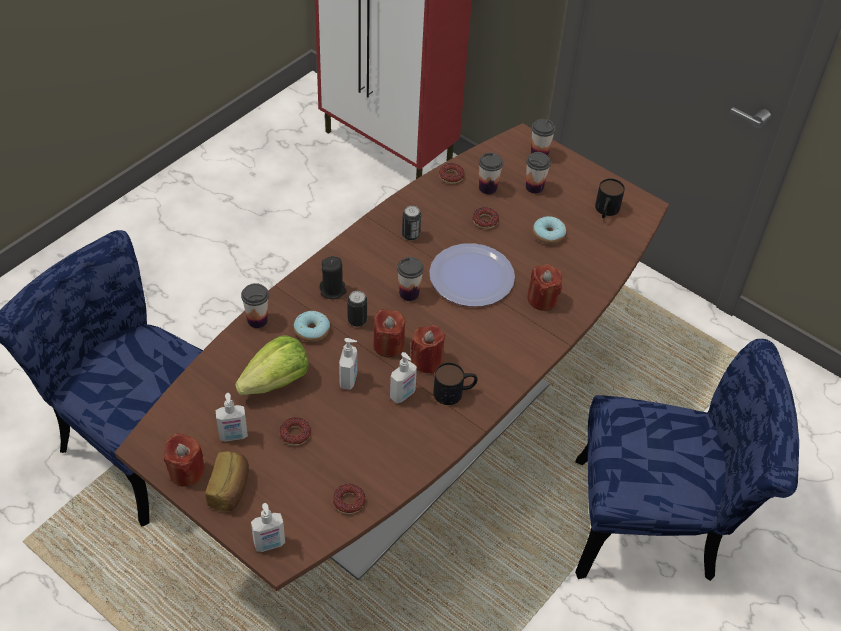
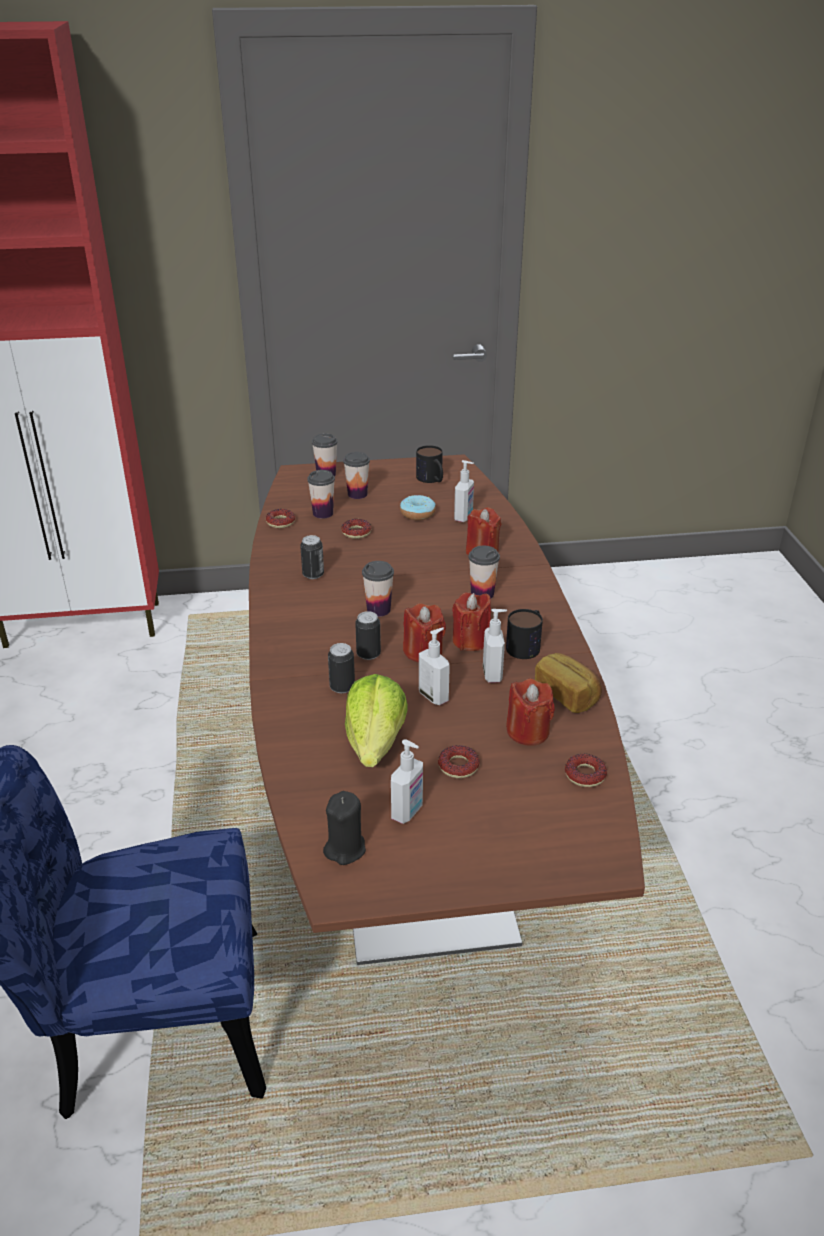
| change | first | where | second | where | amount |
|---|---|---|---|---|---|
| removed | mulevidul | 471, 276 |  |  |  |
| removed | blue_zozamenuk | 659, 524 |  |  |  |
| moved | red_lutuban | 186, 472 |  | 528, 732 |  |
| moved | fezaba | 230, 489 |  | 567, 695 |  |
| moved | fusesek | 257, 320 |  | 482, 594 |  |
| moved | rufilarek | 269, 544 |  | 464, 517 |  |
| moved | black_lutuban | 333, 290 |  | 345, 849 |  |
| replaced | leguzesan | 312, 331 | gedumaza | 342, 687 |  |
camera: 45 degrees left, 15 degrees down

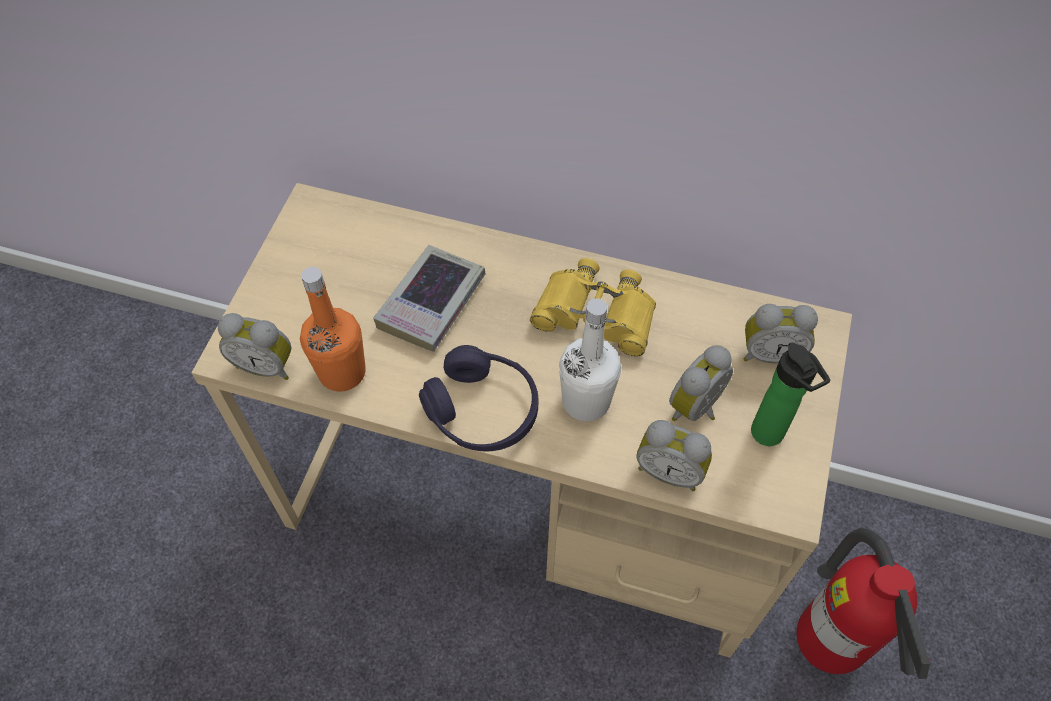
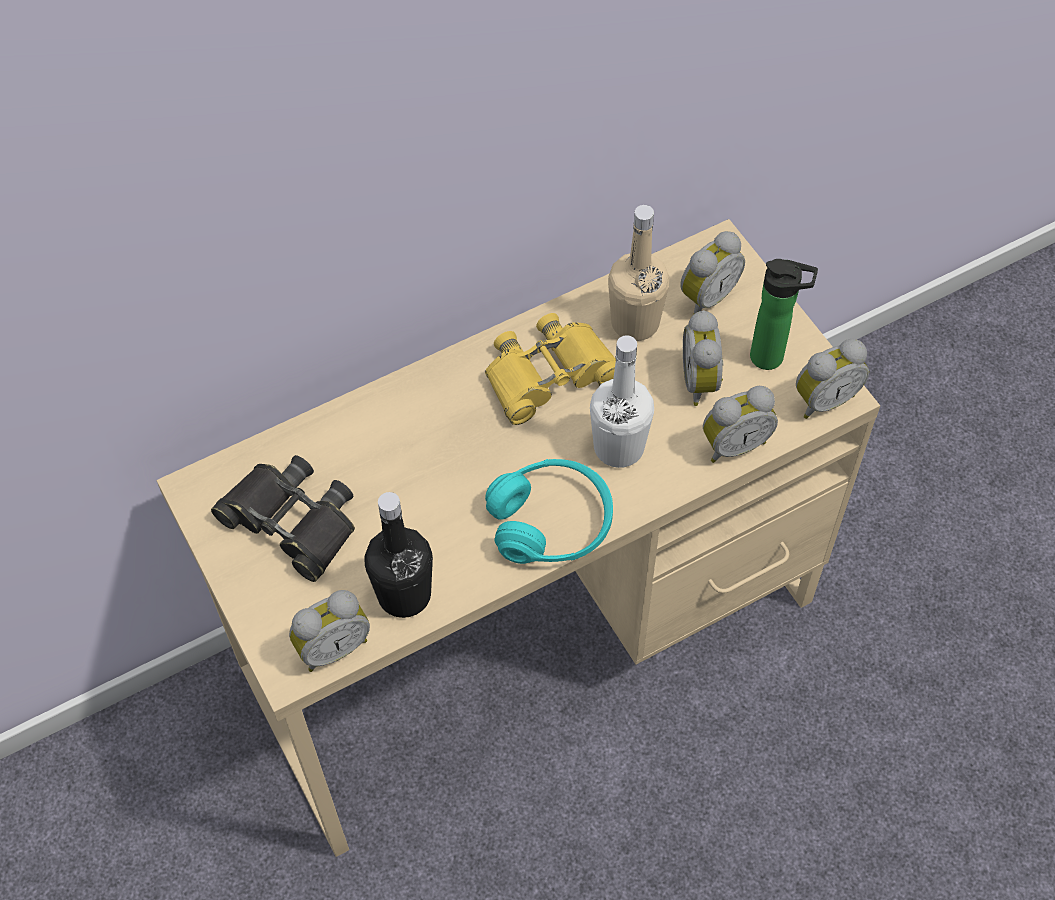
| change | first | where | second | where | amount |
|---|---|---|---|---|---|
| removed | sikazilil | 431, 303 |  |  |  |
| removed | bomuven | 827, 645 |  |  |  |
| added |  |  | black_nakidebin | 291, 522 |  |
| added |  |  | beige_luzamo | 635, 323 |  |
| added |  |  | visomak | 823, 399 |  |
| recoloured | orange_luzamo | 342, 372 | black_luzamo | 404, 595 |  |
| recoloured | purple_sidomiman | 482, 410 | turquoise_sidomiman | 550, 523 |  |
camera: 45 degrees left, 0 degrees up

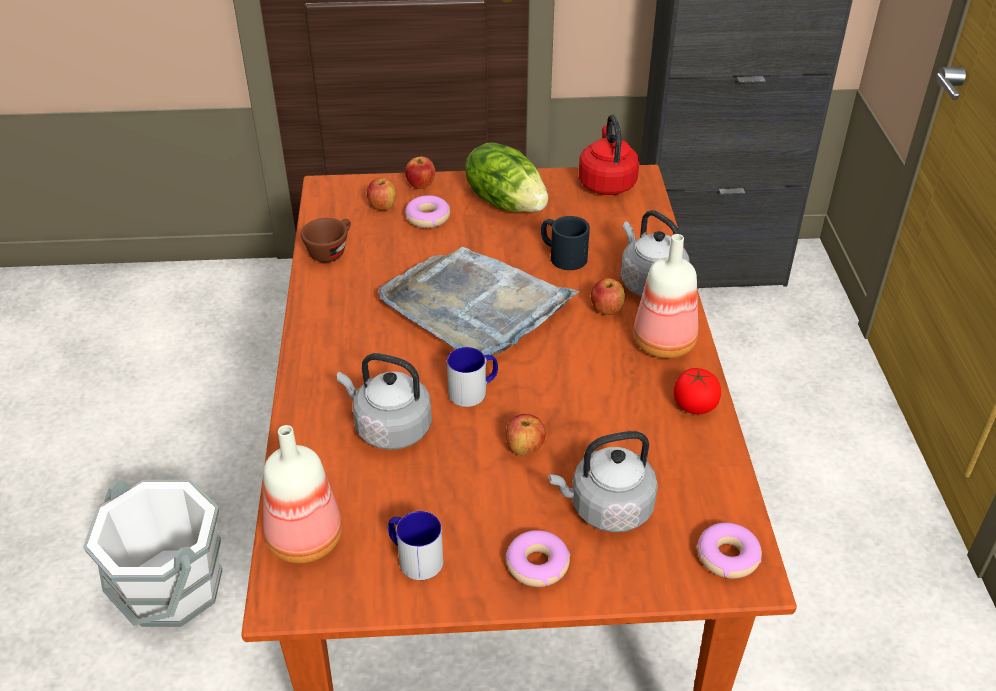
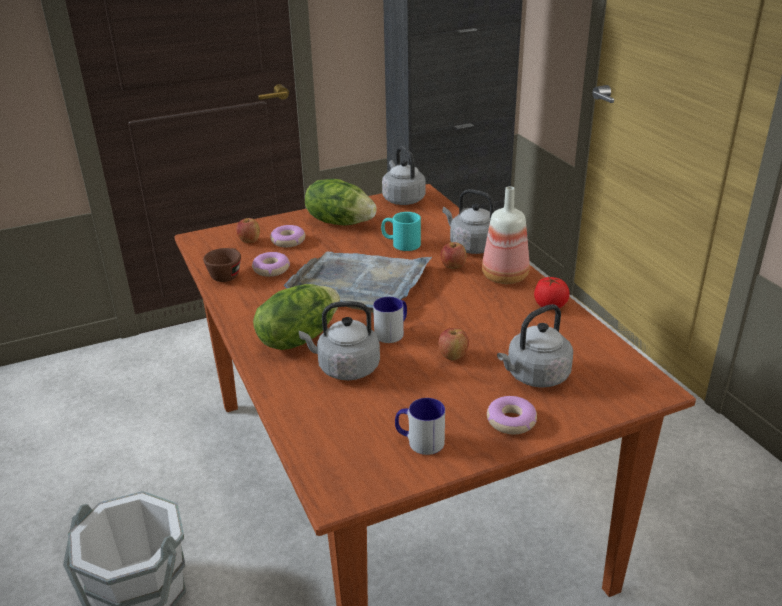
| change | first | where | second | where | amount |
|---|---|---|---|---|---|
| removed | luzamo | 305, 541 |  |  |  |
| removed | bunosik | 421, 185 |  |  |  |
| added |  |  | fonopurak | 298, 337 |  |
| moved | leguzesan | 727, 556 |  | 271, 269 |  |
| recoloured | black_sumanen | 562, 255 | turquoise_sumanen | 400, 243 |  |
| recoloured | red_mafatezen | 606, 182 | grey_mafatezen | 402, 199 |  |
camera: 20 degrees left, 10 degrees down

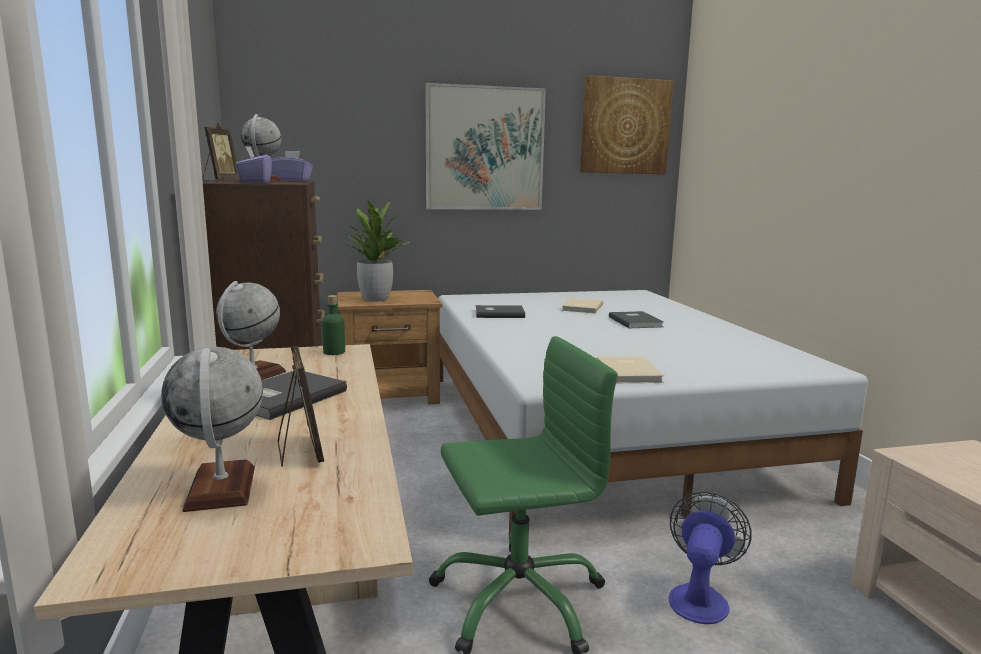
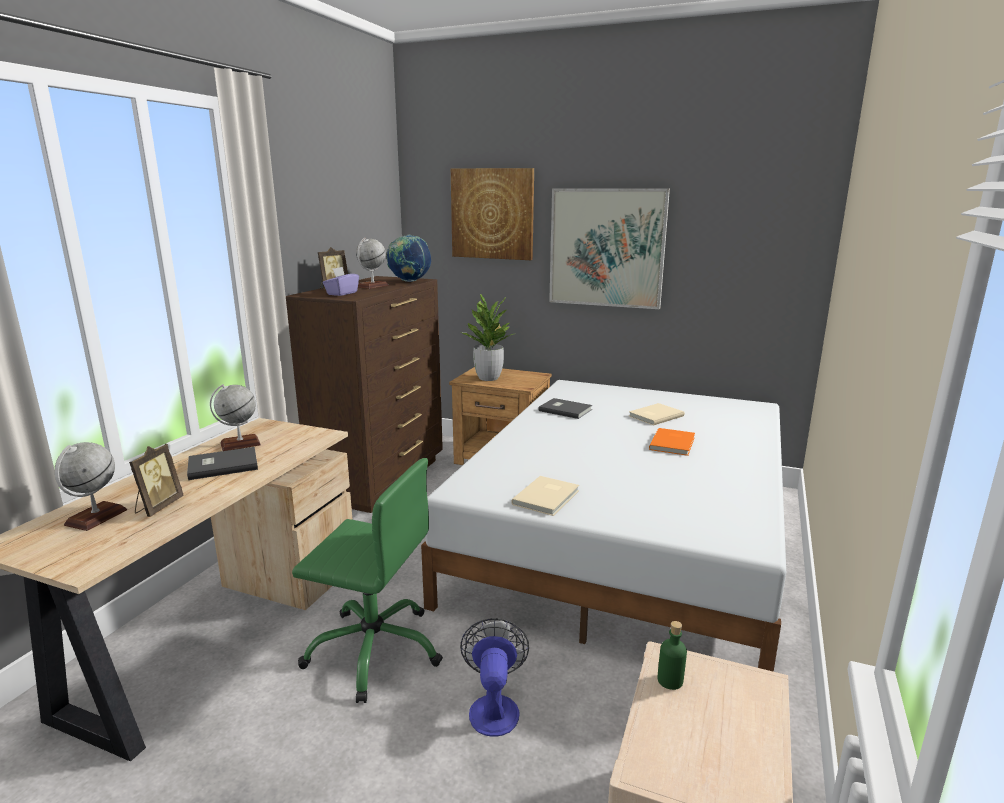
| change | first | where | second | where | amount |
|---|---|---|---|---|---|
| moved | green_luzamo | 334, 352 |  | 670, 680 |  |
| moved | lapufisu | 625, 126 |  | 492, 214 |  |
| replaced | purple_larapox | 292, 180 | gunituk | 409, 281 |  |
| recoloured | grey_sikazilil | 636, 321 | orange_sikazilil | 673, 443 |  |
| turned | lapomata | 699, 597 |  | 494, 707 | 60 degrees counterclockwise |
camera: 35 degrees right, 5 degrees up

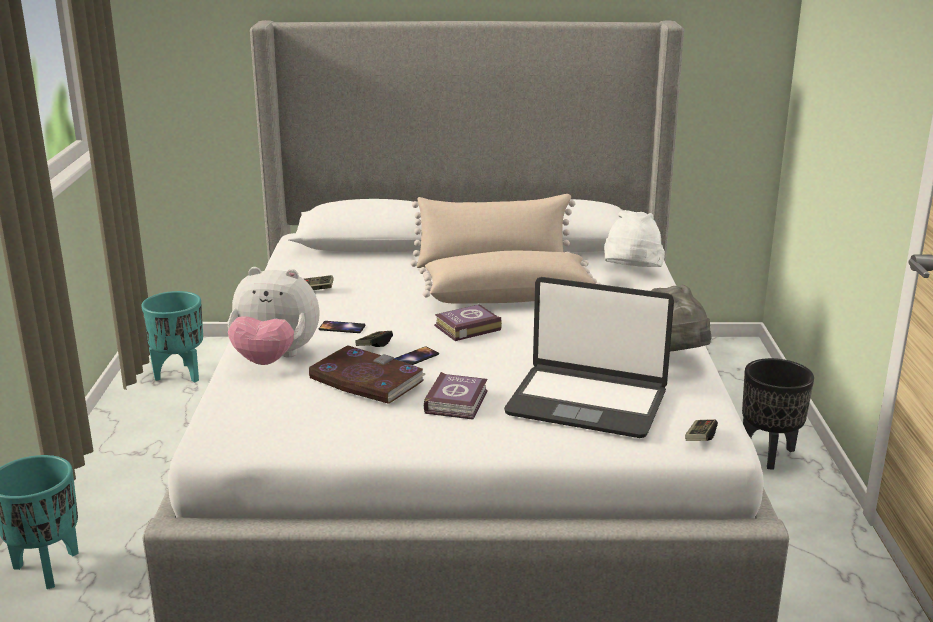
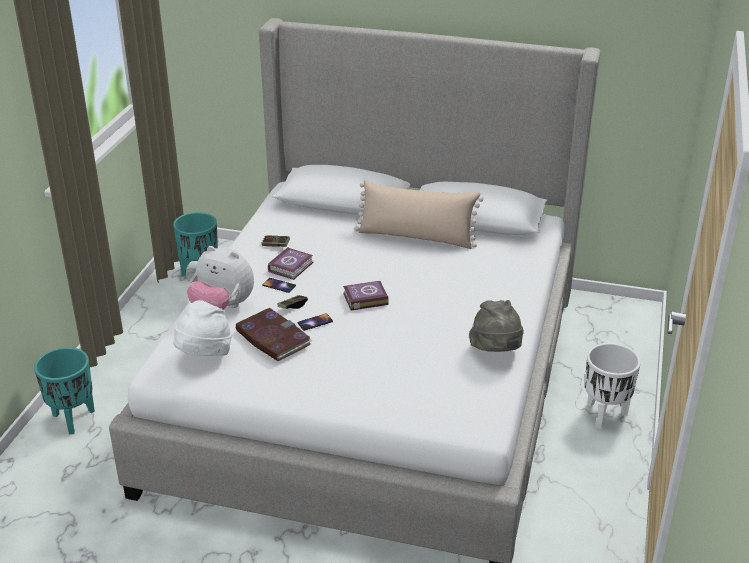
| change | first | where | second | where | amount |
|---|---|---|---|---|---|
| removed | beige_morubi | 508, 297 |  |  |  |
| removed | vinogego | 587, 402 |  |  |  |
| removed | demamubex | 700, 438 |  |  |  |
| moved | sikazilil | 458, 401 |  | 292, 266 |  |
| moved | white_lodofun | 631, 273 |  | 204, 355 |  |
| recoloured | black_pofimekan | 769, 454 | white_pofimekan | 605, 415 |  |
camera: 15 degrees right, 10 degrees up

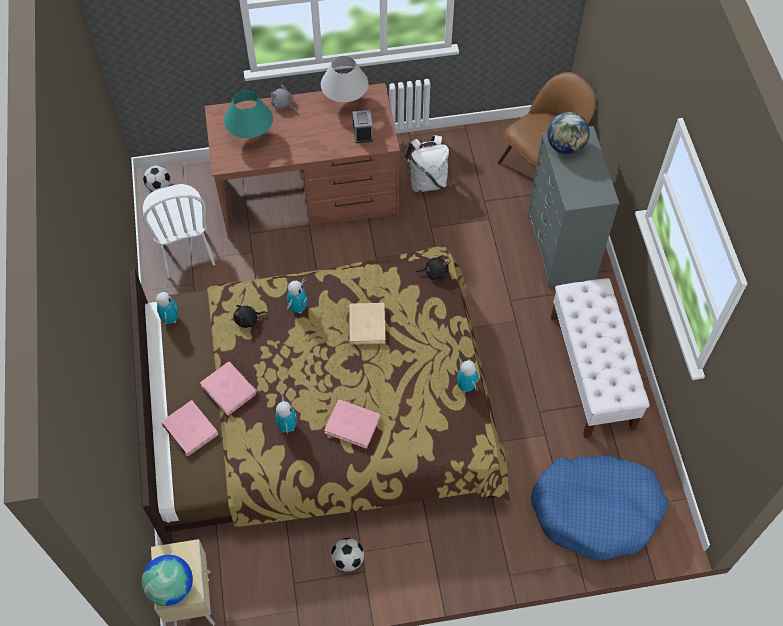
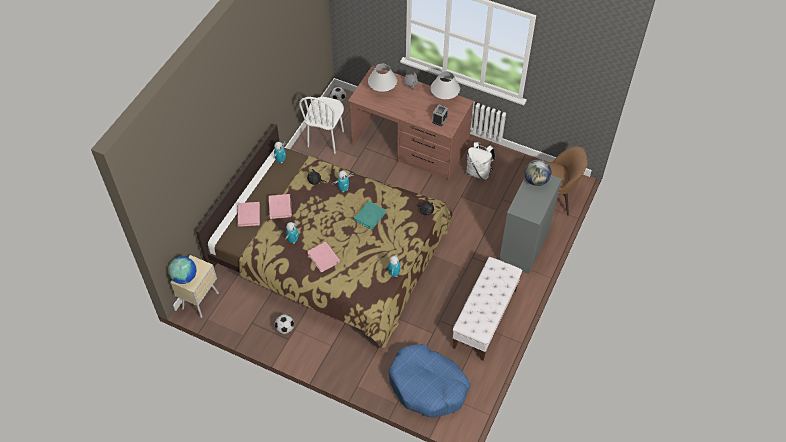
| change | first | where | second | where | amount |
|---|---|---|---|---|---|
| recoloured | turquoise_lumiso | 251, 136 | white_lumiso | 382, 91 |  |
| recoloured | beige_sikazilil | 366, 325 | turquoise_sikazilil | 369, 216 |  |
camera: 35 degrees right, 5 degrees down

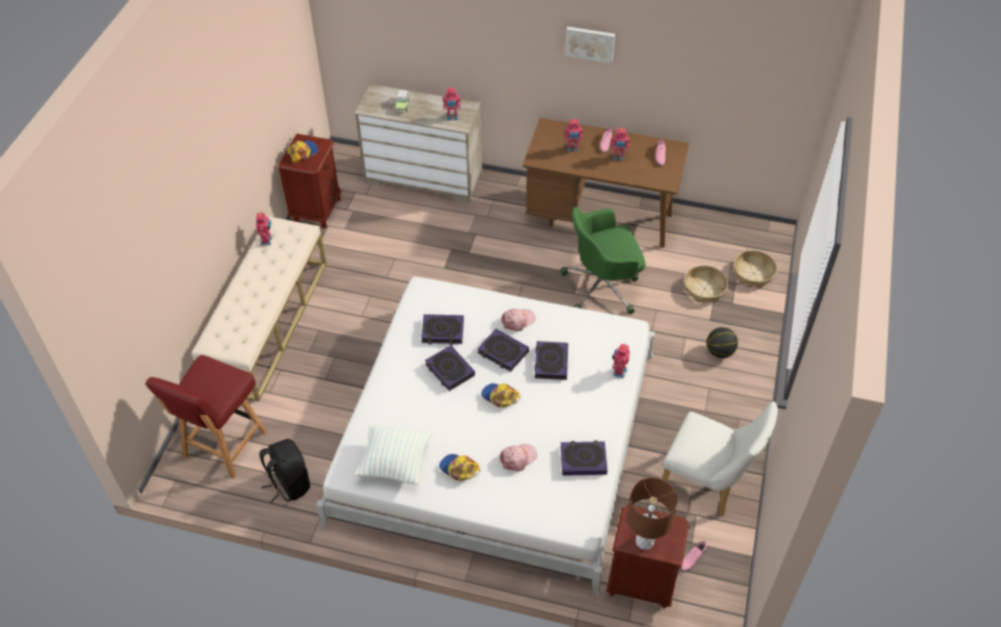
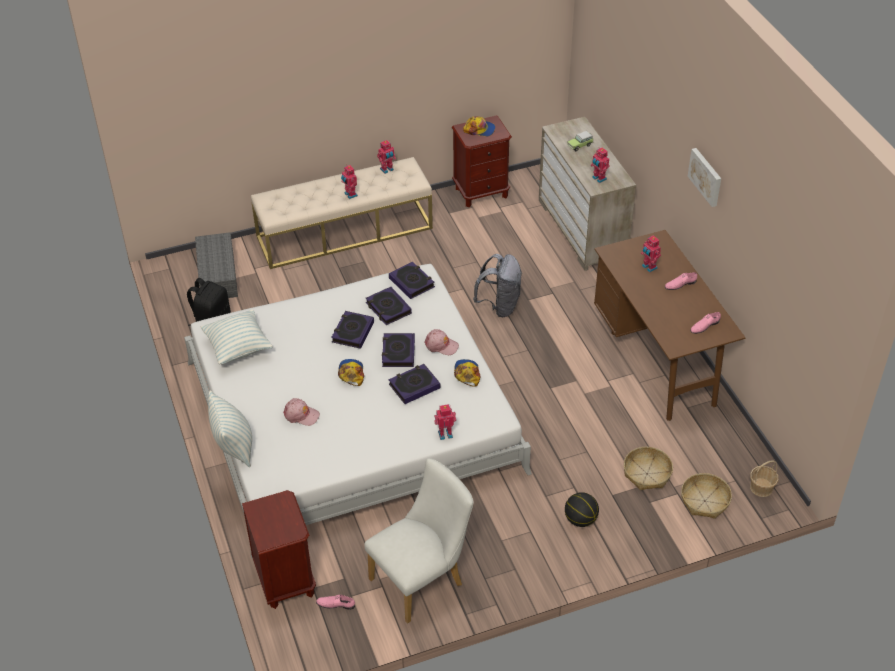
| change | first | where | second | where | amount |
|---|---|---|---|---|---|
| removed | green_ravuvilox | 603, 286 |  |  |  |
| removed | brown_lumiso | 644, 541 |  |  |  |
| added |  |  | morubi | 234, 446 |  |
| added |  |  | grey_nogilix | 499, 306 |  |
| added |  |  | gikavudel | 761, 488 |  |
| moved | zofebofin | 458, 469 |  | 467, 374 |  |
| moved | sikazilil | 583, 460 |  | 412, 282 |  |
| moved | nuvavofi | 618, 157 |  | 350, 195 |  |
| replaced | red_zozamenuk | 223, 446 | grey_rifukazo | 217, 274 |  |
| turned | white_zozamenuk | 708, 484 |  | 422, 579 | 120 degrees counterclockwise |
camera: 55 degrees right, 5 degrees down

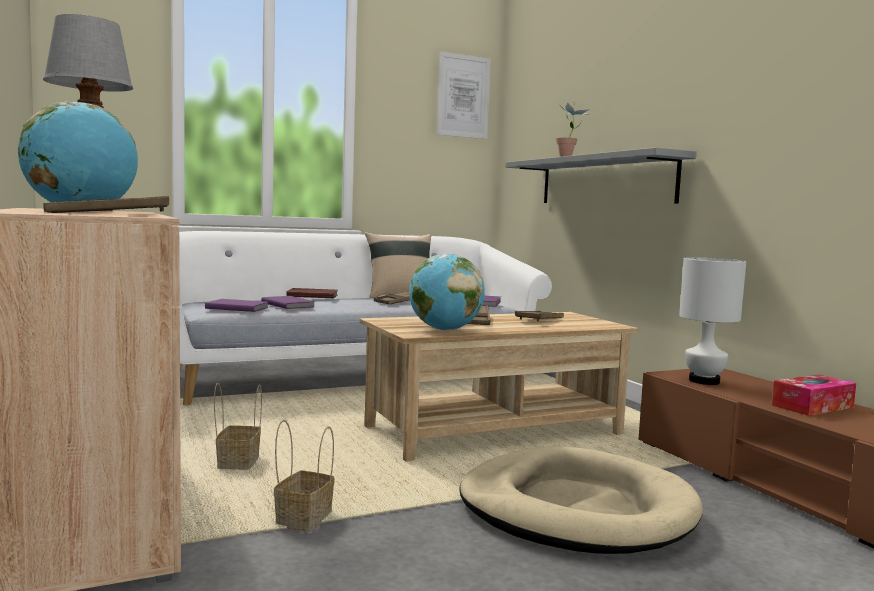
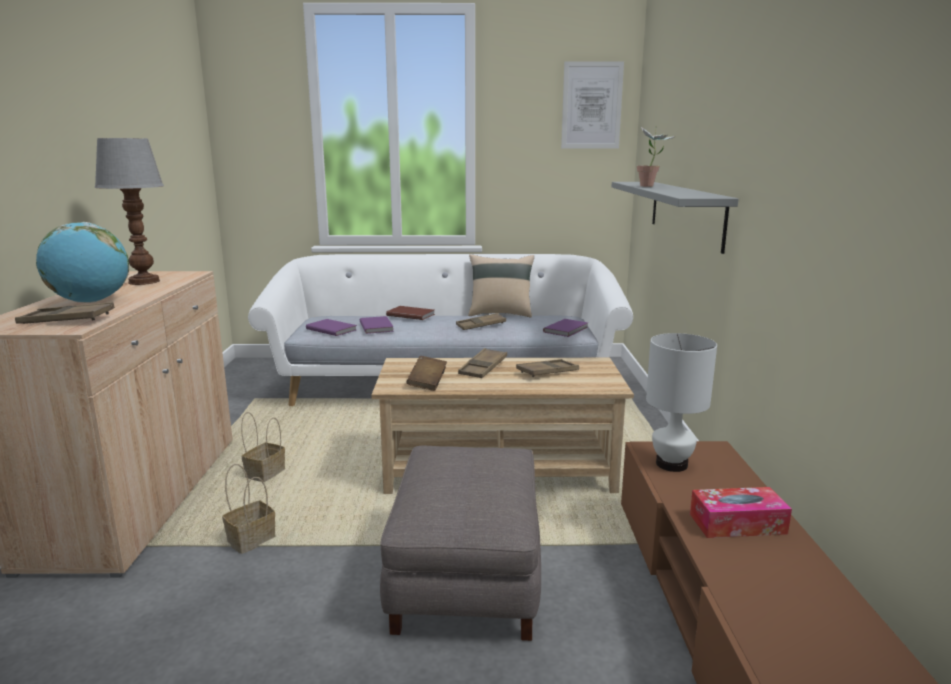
| change | first | where | second | where | amount |
|---|---|---|---|---|---|
| replaced | gunituk | 444, 330 | brown_sikazilil | 427, 383 |  |
| replaced | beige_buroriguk | 576, 509 | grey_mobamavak | 465, 576 |  |
camera: 25 degrees right, 10 degrees up

